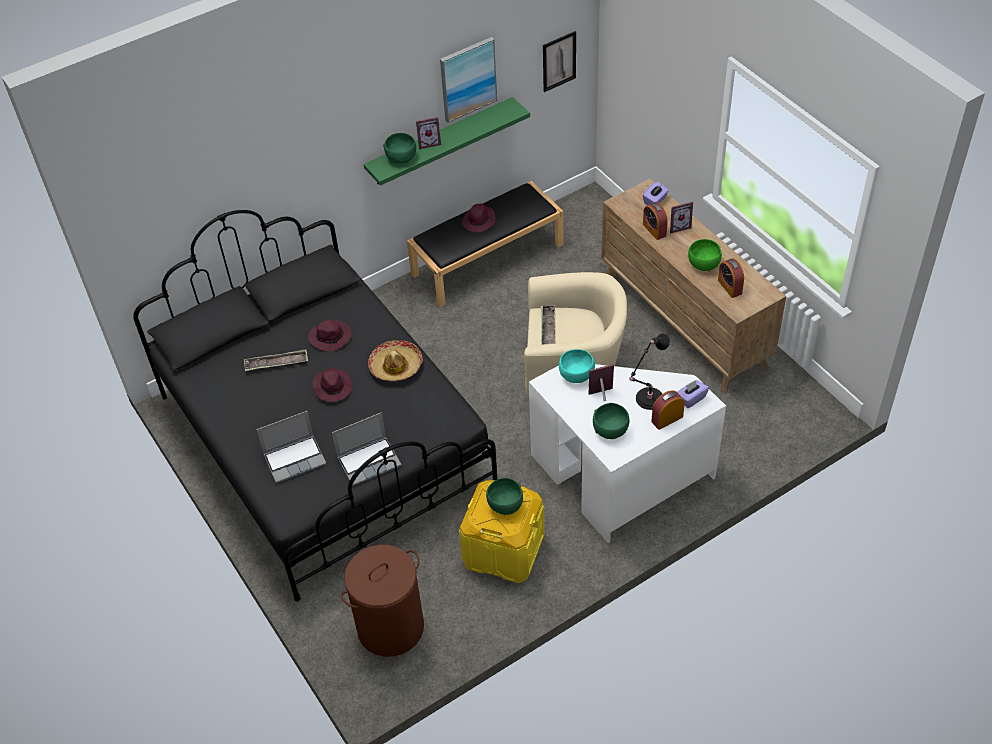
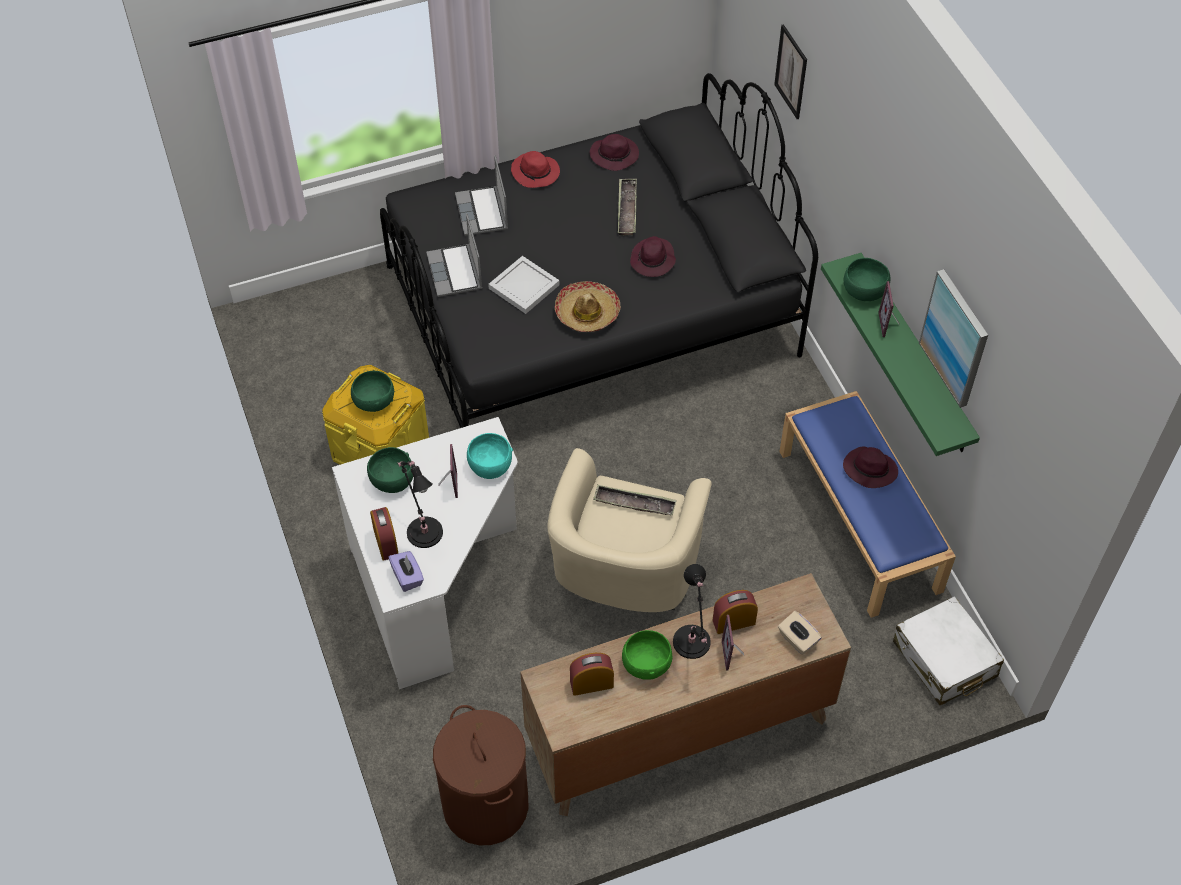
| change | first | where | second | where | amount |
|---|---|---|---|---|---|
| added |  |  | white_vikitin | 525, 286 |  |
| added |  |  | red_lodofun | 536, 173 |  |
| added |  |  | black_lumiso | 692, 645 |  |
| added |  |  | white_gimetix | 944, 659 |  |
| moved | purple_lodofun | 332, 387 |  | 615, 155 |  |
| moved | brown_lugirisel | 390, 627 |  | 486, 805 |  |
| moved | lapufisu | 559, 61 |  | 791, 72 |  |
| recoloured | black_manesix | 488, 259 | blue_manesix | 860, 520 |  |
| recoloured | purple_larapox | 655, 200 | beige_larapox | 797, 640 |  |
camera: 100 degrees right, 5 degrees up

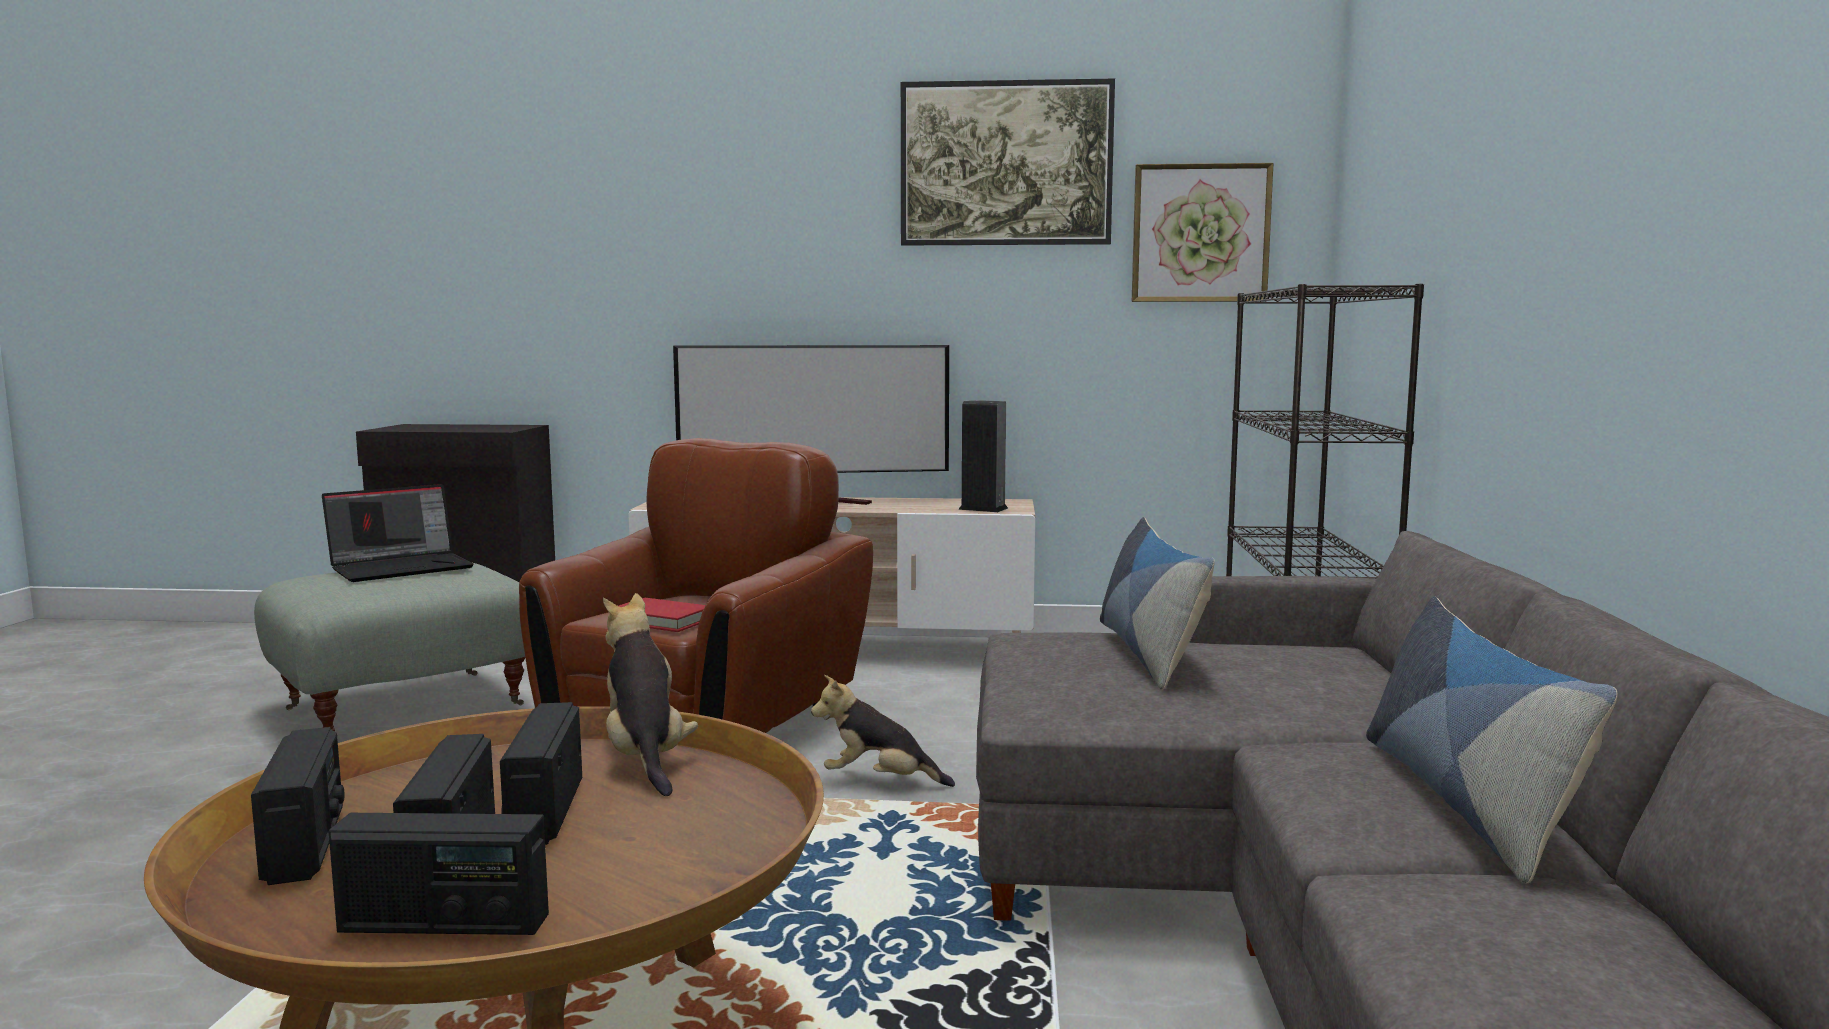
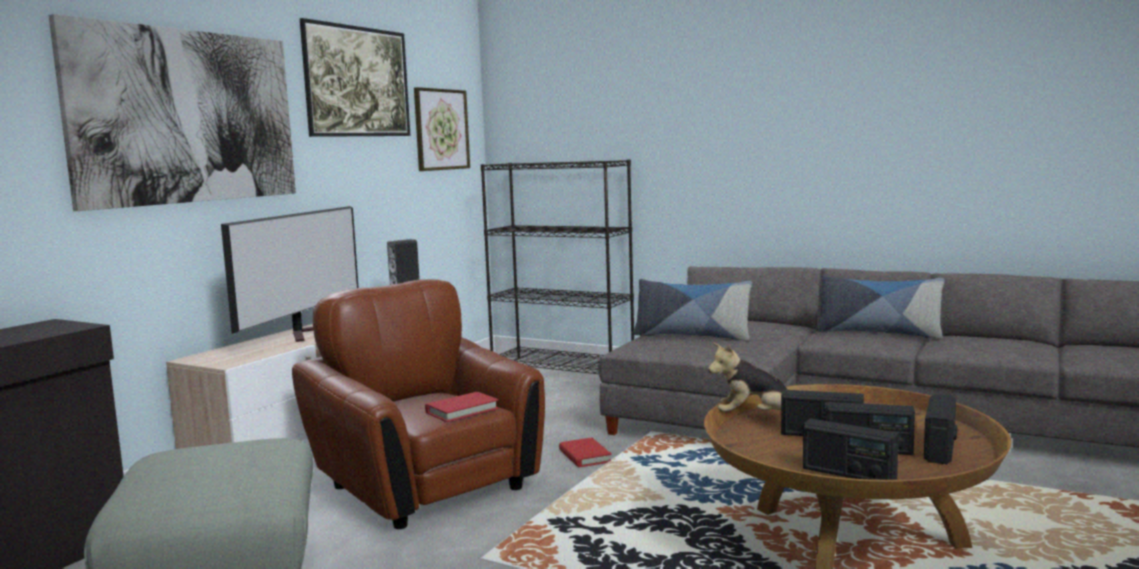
| change | first | where | second | where | amount |
|---|---|---|---|---|---|
| removed | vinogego | 402, 568 |  |  |  |
| added |  |  | lapufisu | 187, 116 |  |
| replaced | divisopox | 879, 781 | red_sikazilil | 584, 456 |  |
| turned | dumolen | 306, 844 |  | 848, 474 | 150 degrees counterclockwise |
camera: 65 degrees left, 0 degrees up

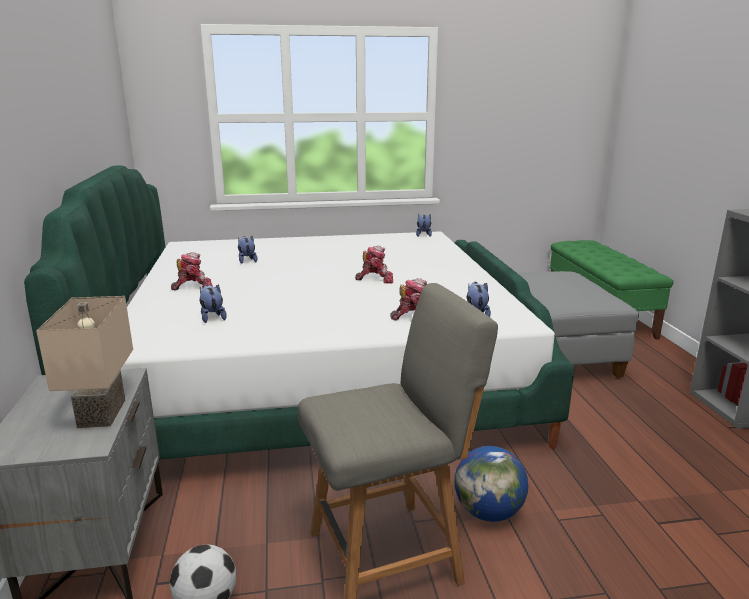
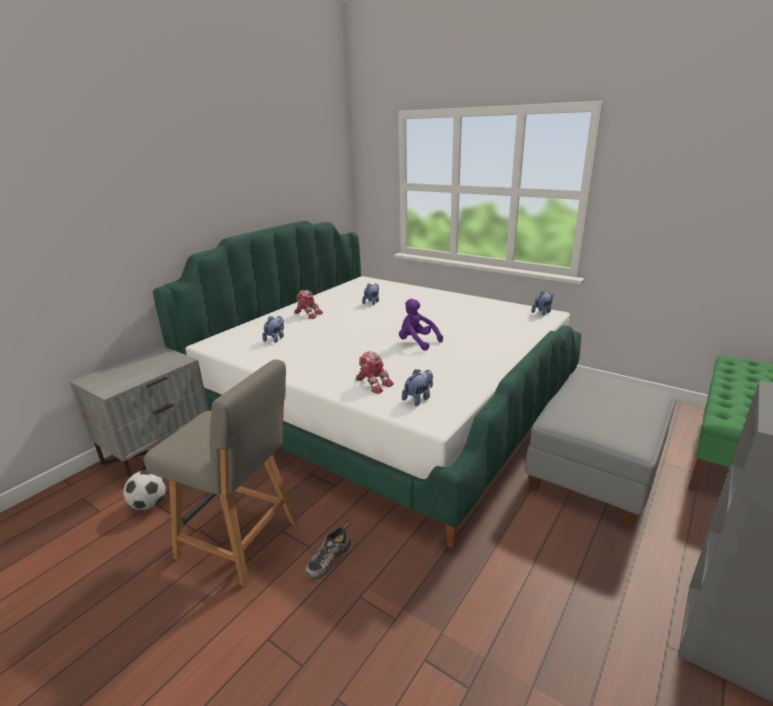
| change | first | where | second | where | amount |
|---|---|---|---|---|---|
| removed | beige_lumiso | 104, 413 |  |  |  |
| replaced | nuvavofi | 375, 279 | purple_divisopox | 417, 342 |  |
| replaced | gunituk | 489, 512 | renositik | 328, 557 |  |
camera: 45 degrees right, 5 degrees up

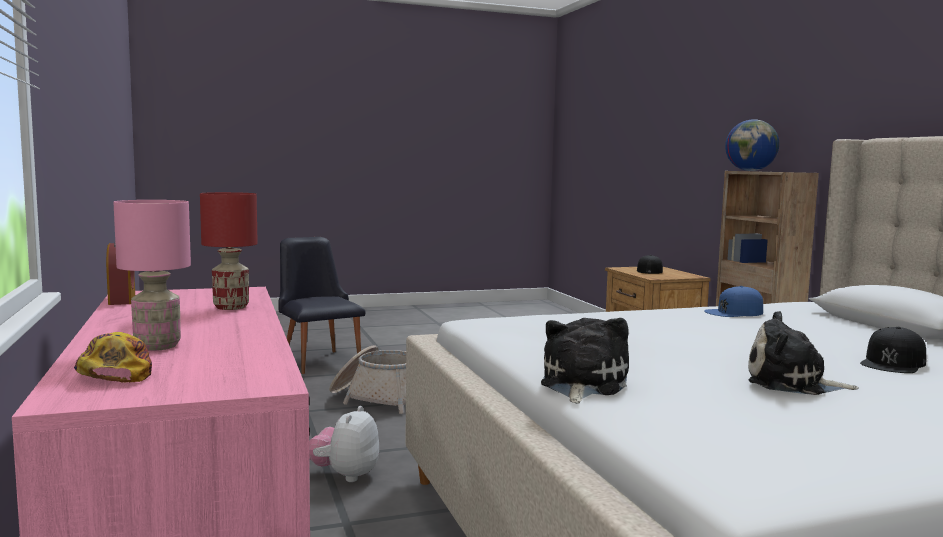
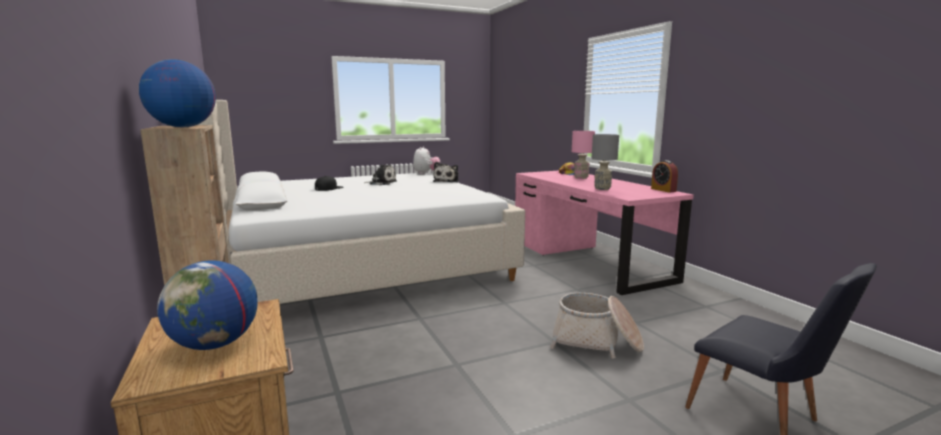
| change | first | where | second | where | amount |
|---|---|---|---|---|---|
| removed | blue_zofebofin | 734, 312 |  |  |  |
| moved | divisopox | 345, 475 |  | 426, 173 |  |
| replaced | black_zofebofin | 649, 271 | gunituk | 215, 344 |  |
| recoloured | red_lumiso | 231, 307 | grey_lumiso | 602, 189 |  |
camera: 175 degrees right, 5 degrees up

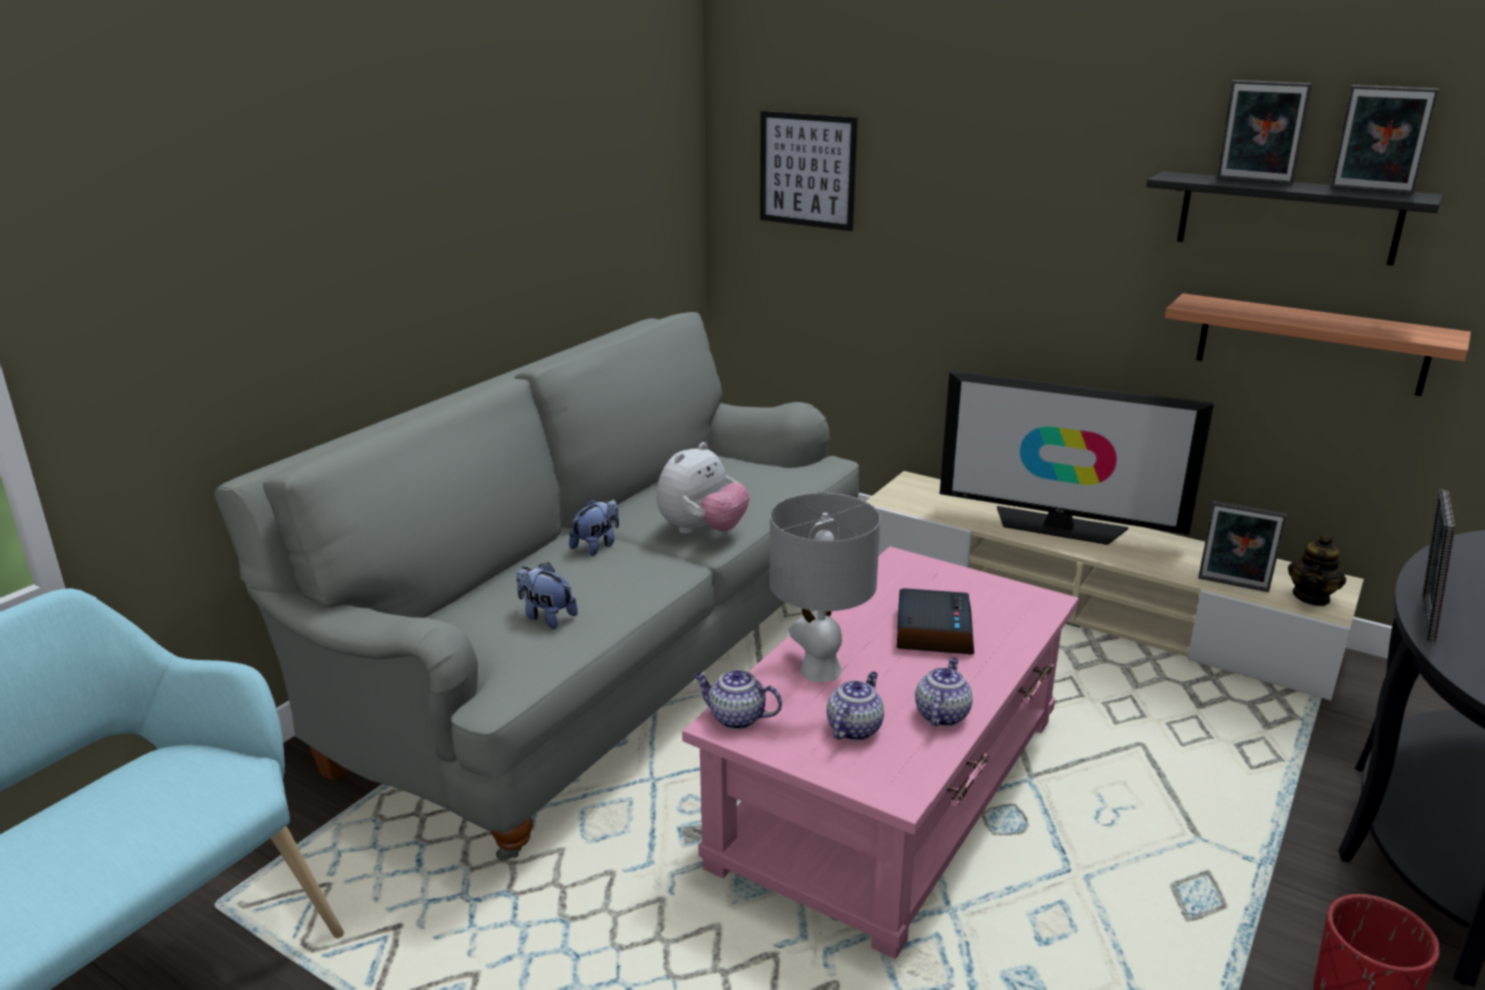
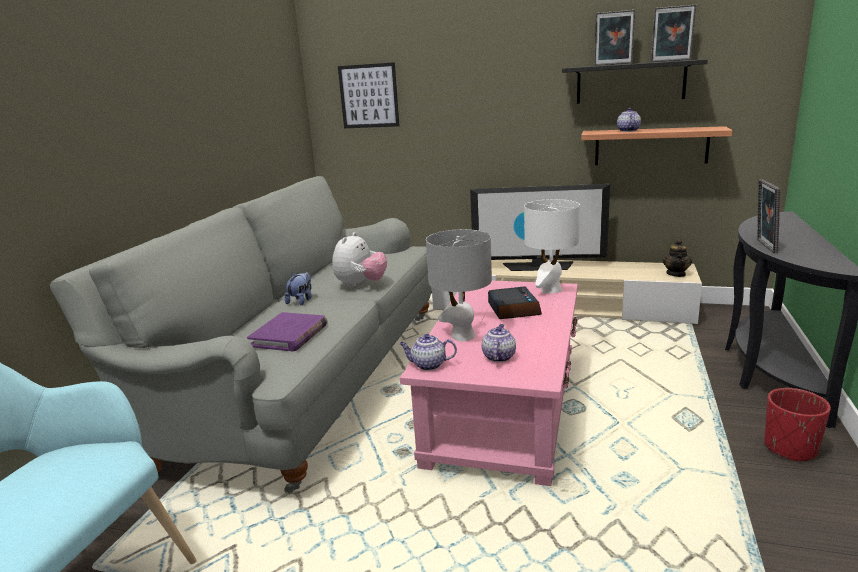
| change | first | where | second | where | amount |
|---|---|---|---|---|---|
| removed | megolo | 1233, 586 |  |  |  |
| added |  |  | white_lumiso | 550, 290 |  |
| moved | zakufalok | 941, 714 |  | 627, 131 |  |
| replaced | divisopox | 546, 616 | purple_sikazilil | 289, 335 |  |
camera: 15 degrees left, 5 degrees down

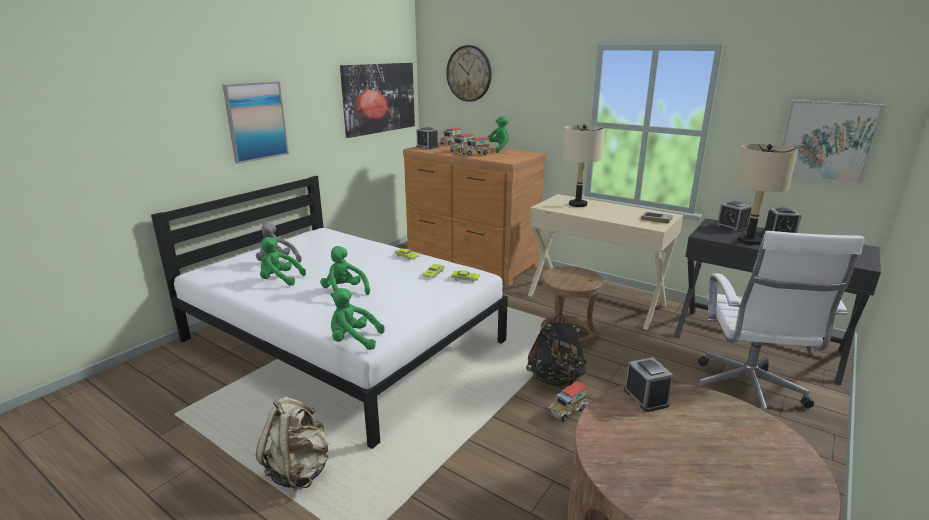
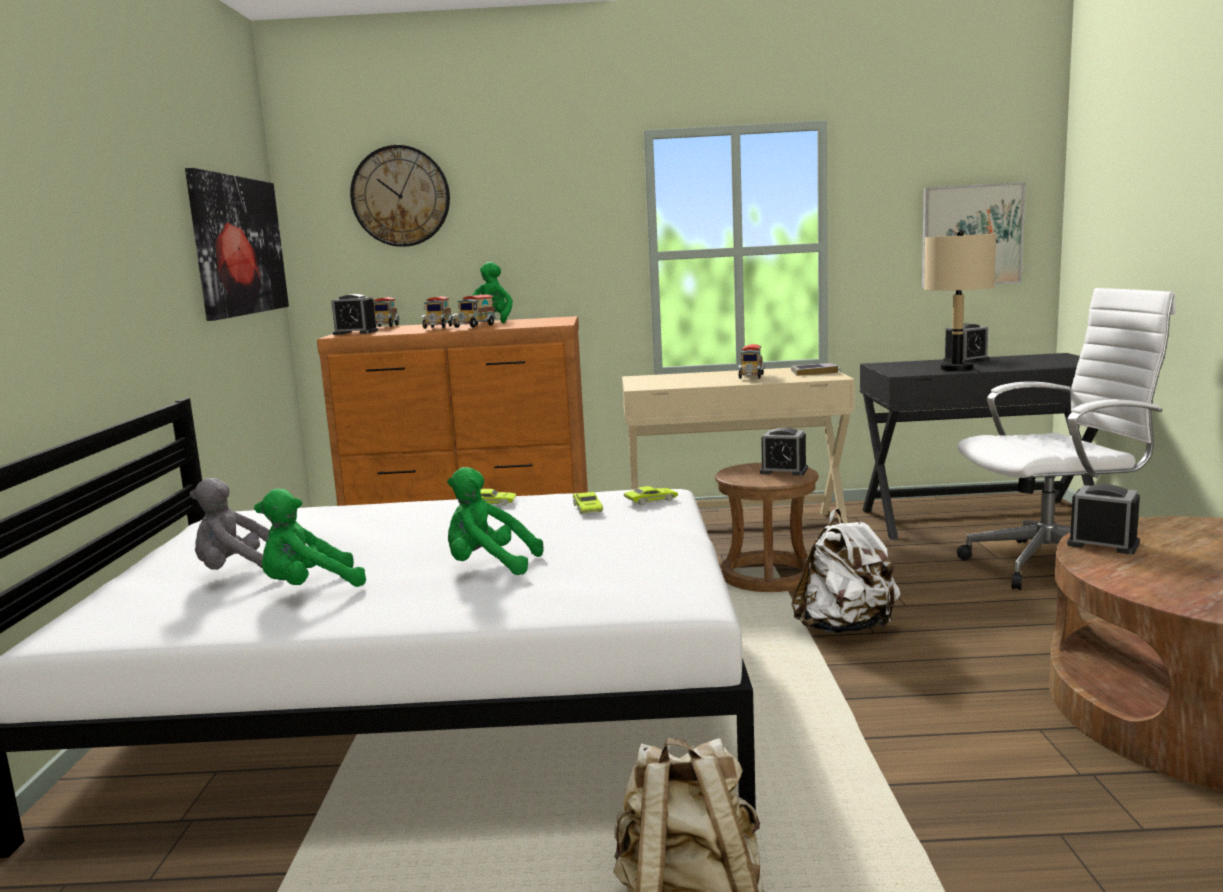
| change | first | where | second | where | amount |
|---|---|---|---|---|---|
| removed | lapufisu | 256, 121 |  |  |  |
| removed | green_divisopox | 353, 340 |  |  |  |
| removed | beige_lumiso | 578, 204 |  |  |  |
| moved | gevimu | 567, 411 |  | 750, 377 |  |
| moved | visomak | 731, 227 |  | 783, 471 |  |
| recoloured | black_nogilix | 555, 380 | white_nogilix | 845, 628 |  |
| turned | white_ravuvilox | 747, 395 |  | 1053, 565 | 75 degrees counterclockwise |
camera: 35 degrees left, 10 degrees down

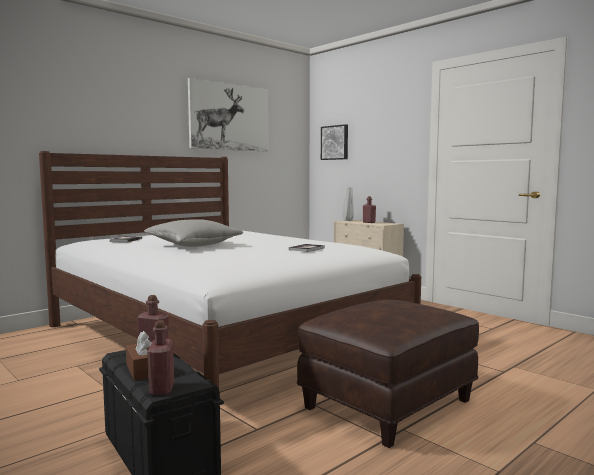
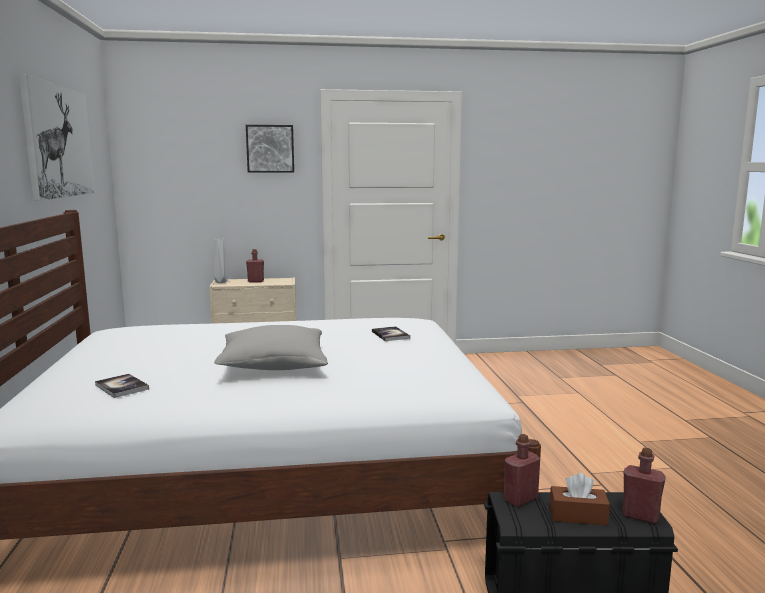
| change | first | where | second | where | amount |
|---|---|---|---|---|---|
| removed | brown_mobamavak | 388, 403 |  |  |  |
| moved | lapufisu | 335, 142 |  | 270, 148 |  |
camera: 55 degrees left, 5 degrees up

